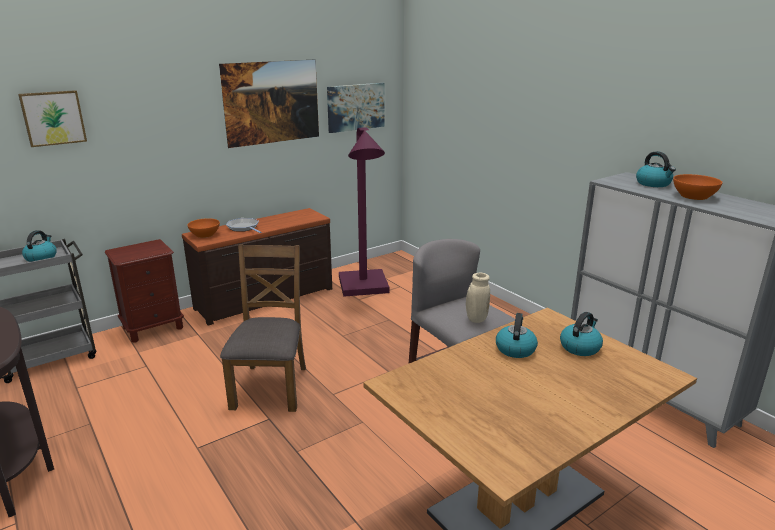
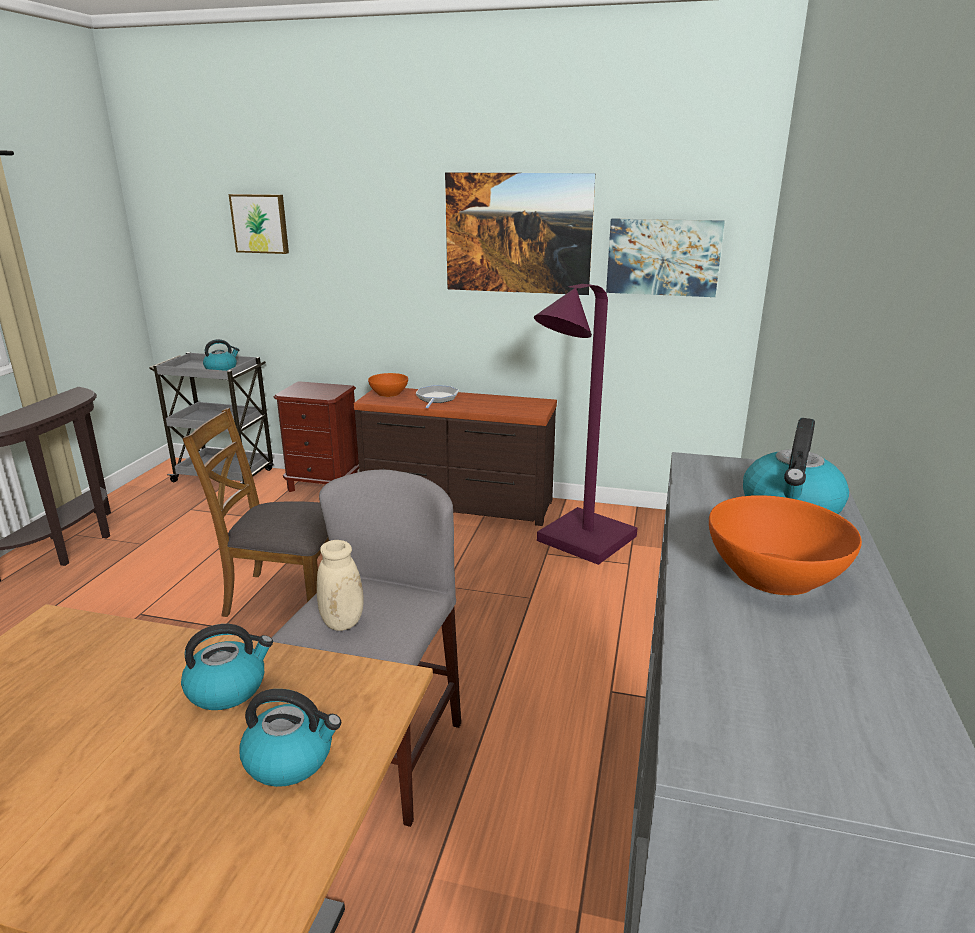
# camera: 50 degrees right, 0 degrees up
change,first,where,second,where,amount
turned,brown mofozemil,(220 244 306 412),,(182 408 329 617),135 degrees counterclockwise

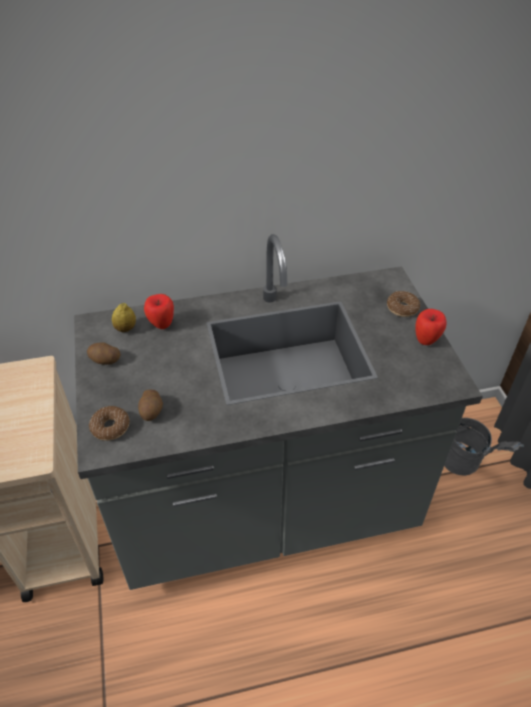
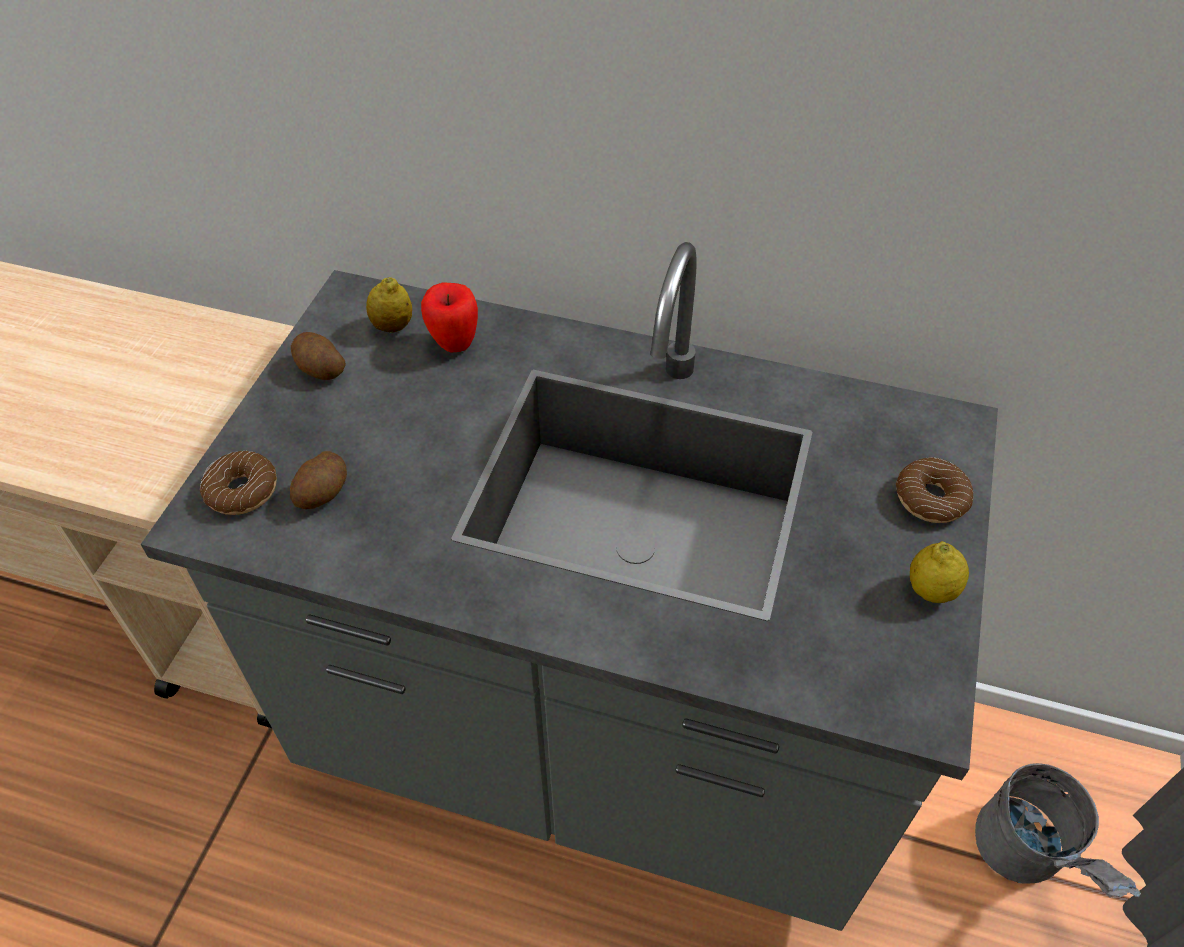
# camera: 30 degrees right, 5 degrees up
change,first,where,second,where,amount
replaced,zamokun,(415 309 447 345),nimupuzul,(910 541 969 603),

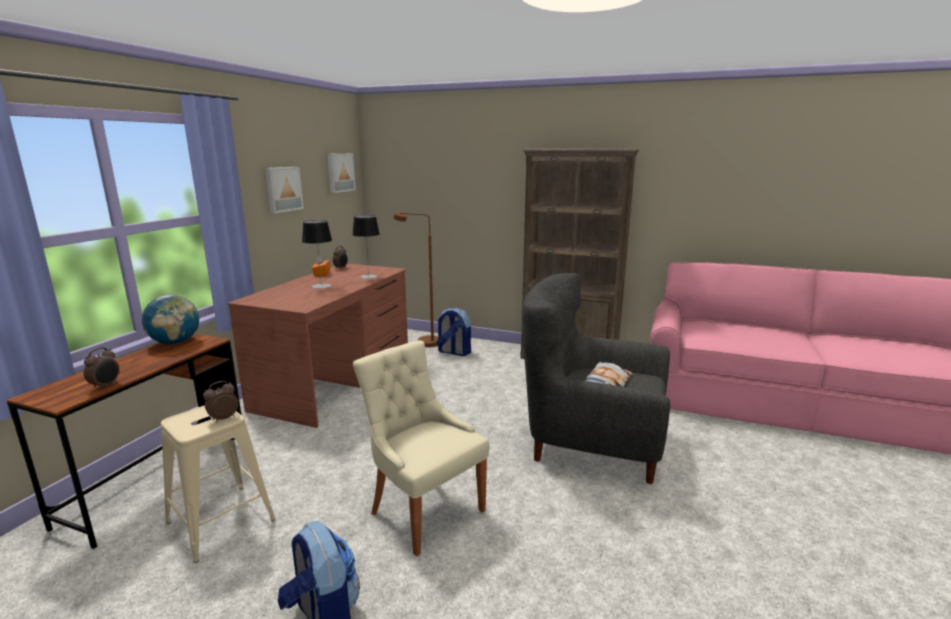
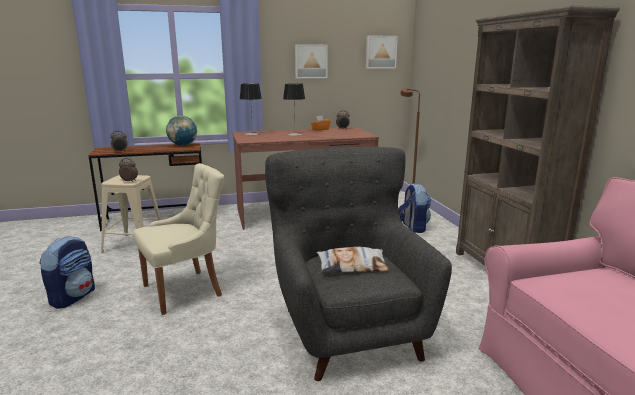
# camera: 55 degrees right, 0 degrees up
change,first,where,second,where,amount
moved,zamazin,(352 215 380 279),,(240 83 262 135),
turned,beige mofozemil,(353 340 489 556),,(133 163 224 315),45 degrees clockwise

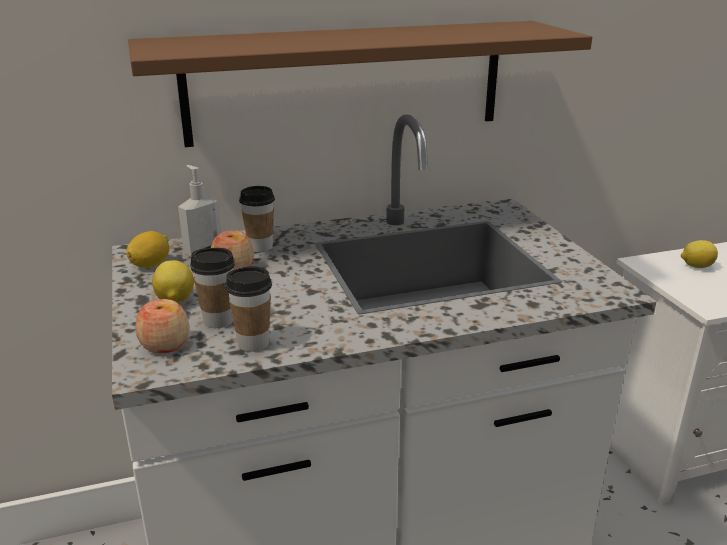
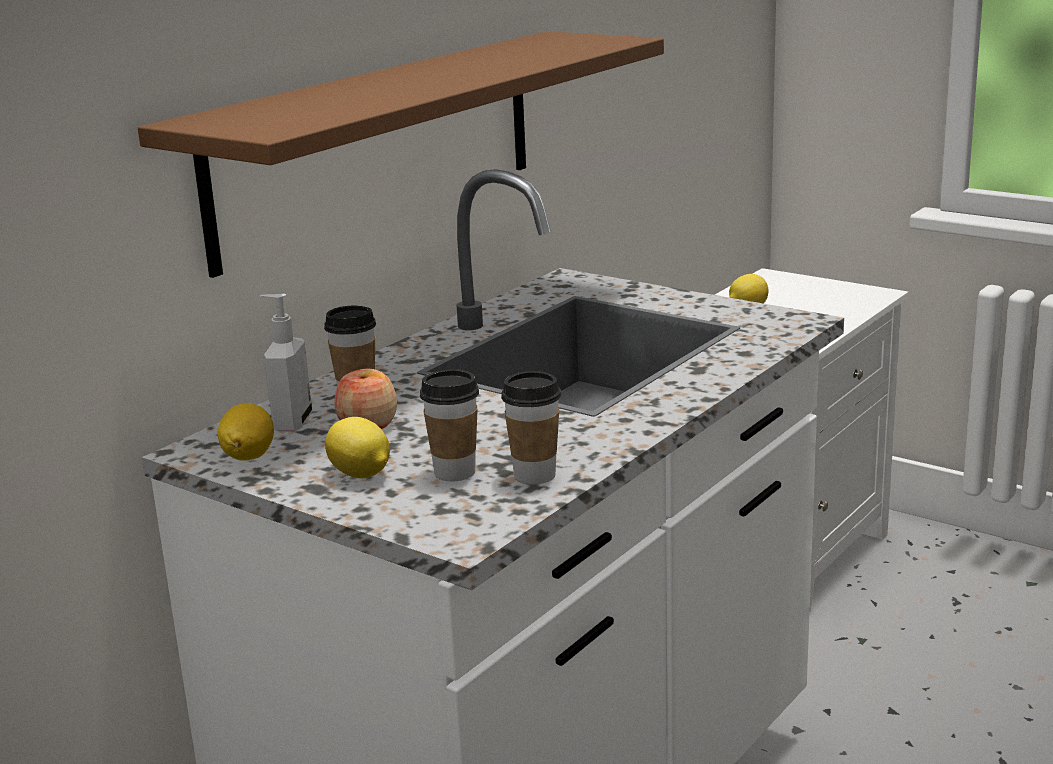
# camera: 35 degrees left, 5 degrees down
change,first,where,second,where,amount
removed,zamokun,(135 299 189 353),,,

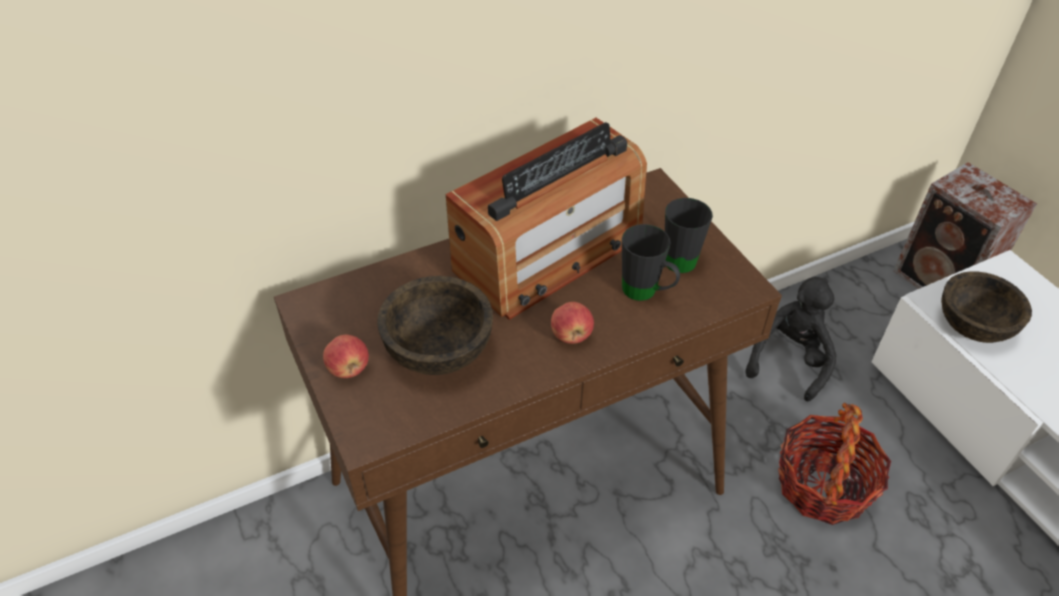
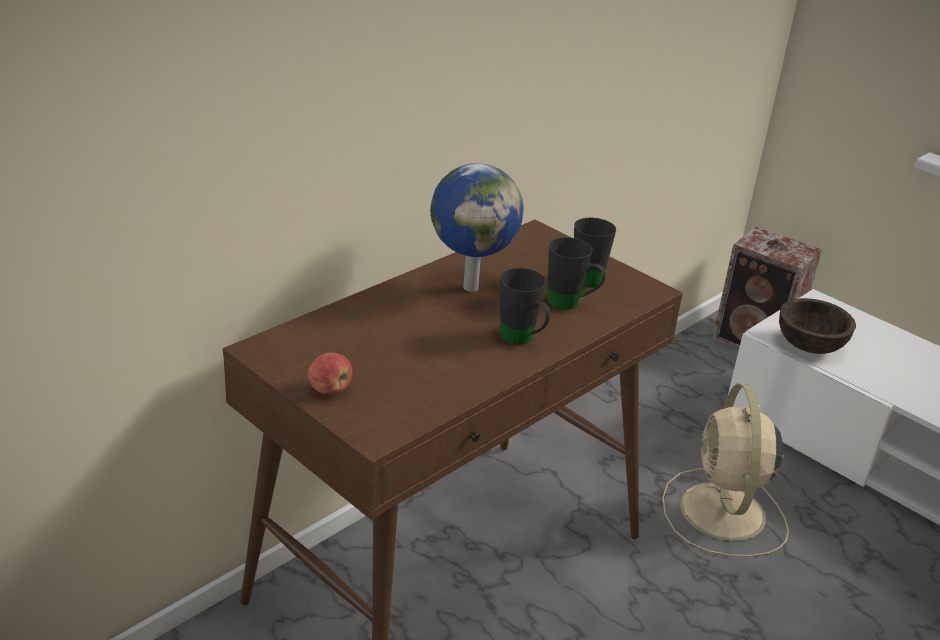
# camera: 20 degrees left, 15 degrees down
change,first,where,second,where,amount
replaced,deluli,(446 118 647 320),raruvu,(430 163 523 292),
removed,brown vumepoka,(377 276 493 375),,,
removed,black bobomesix,(745 277 837 402),,,
replaced,zamokun,(551 302 594 344),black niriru,(500 268 550 344),
replaced,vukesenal,(778 403 891 525),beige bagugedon,(662 384 789 557),

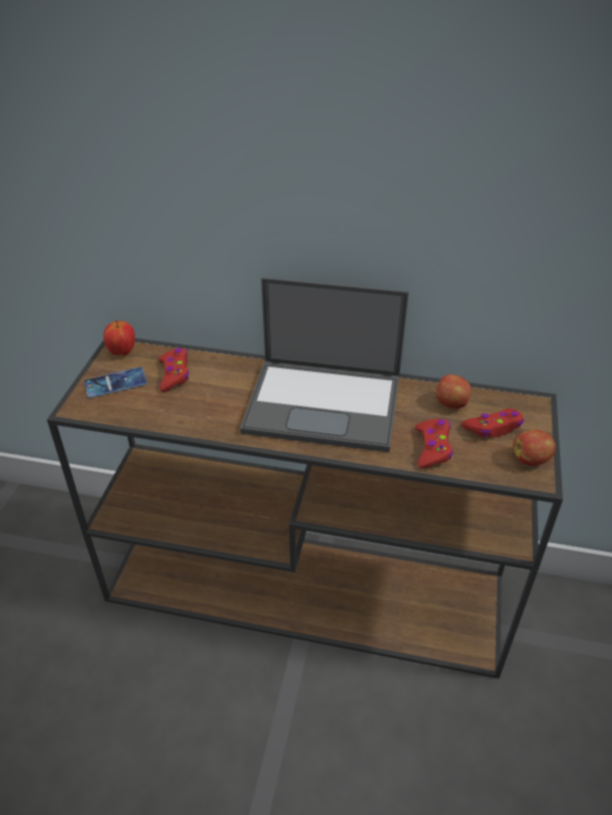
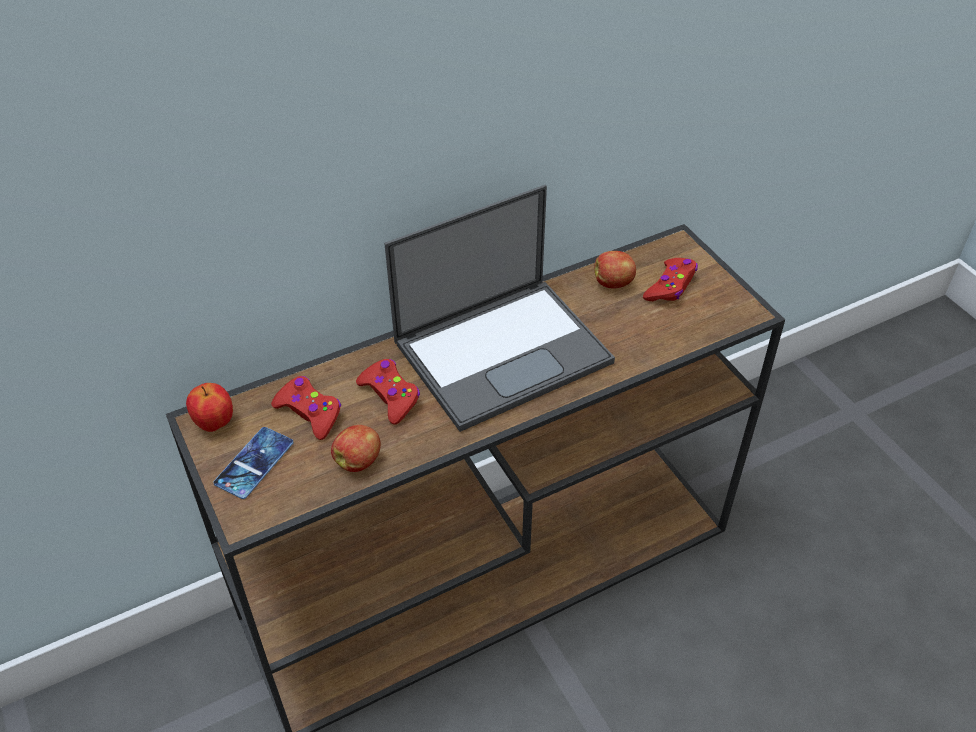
# camera: 40 degrees left, 5 degrees up
change,first,where,second,where,amount
moved,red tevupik,(415 419 453 468),,(356 359 420 425),
moved,zamokun,(513 430 556 466),,(331 425 381 472),

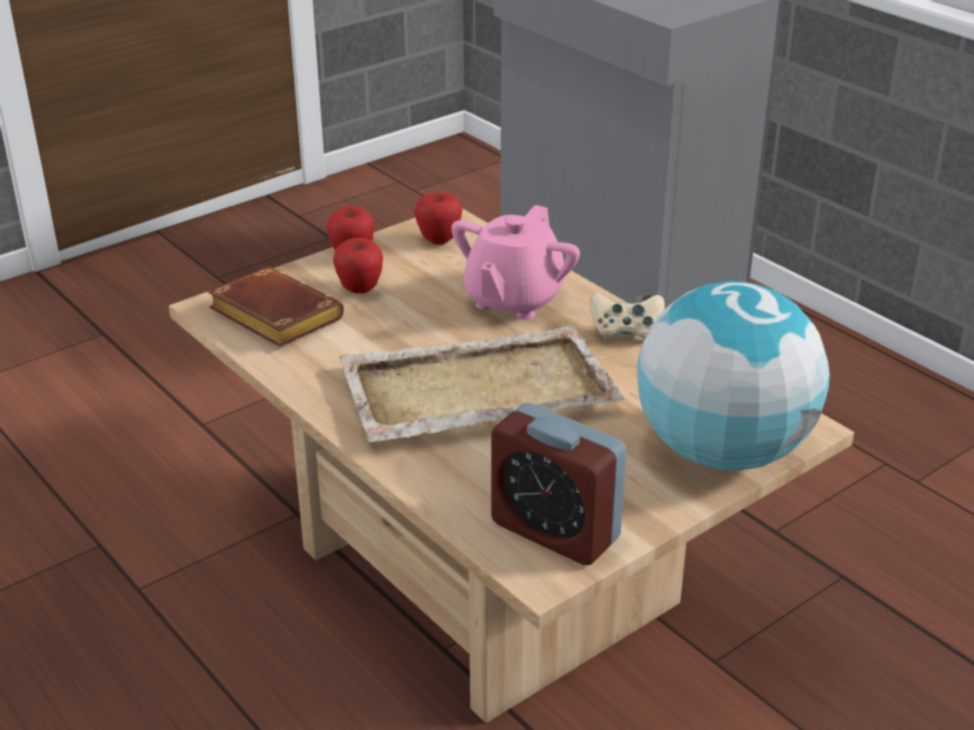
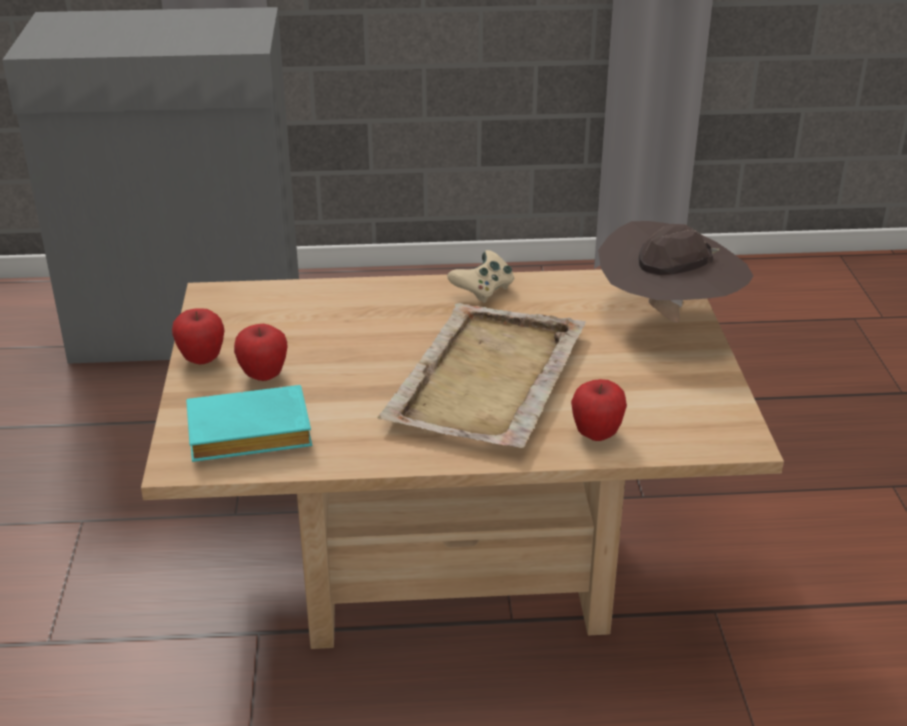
# camera: 55 degrees left, 0 degrees up
change,first,where,second,where,amount
moved,zamokun,(414 192 462 245),,(571 379 627 441),
removed,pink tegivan,(452 205 580 320),,,
recoloured,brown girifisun,(208 267 344 347),turquoise girifisun,(186 385 312 462),
replaced,raruvu,(637 281 830 471),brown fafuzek,(598 221 753 323),
removed,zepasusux,(491 403 626 565),,,

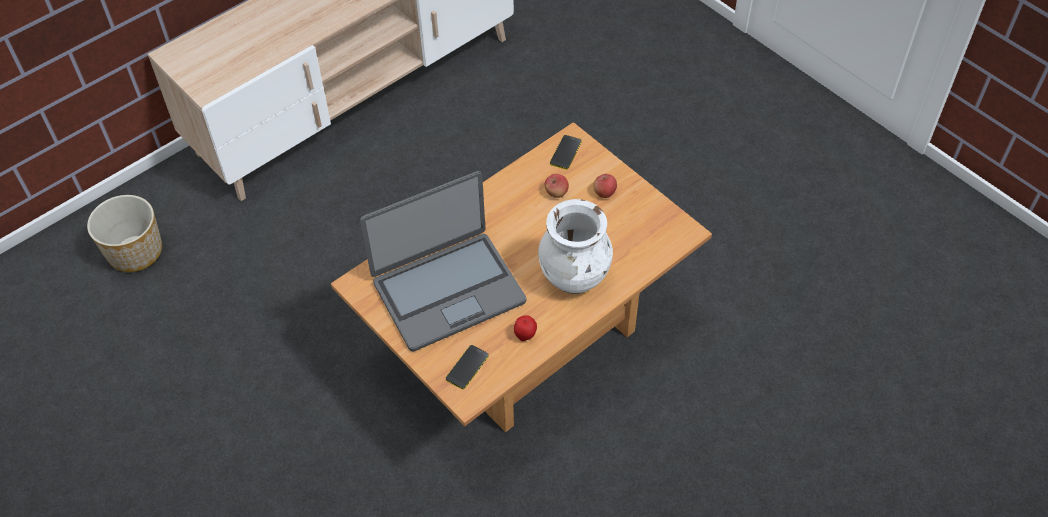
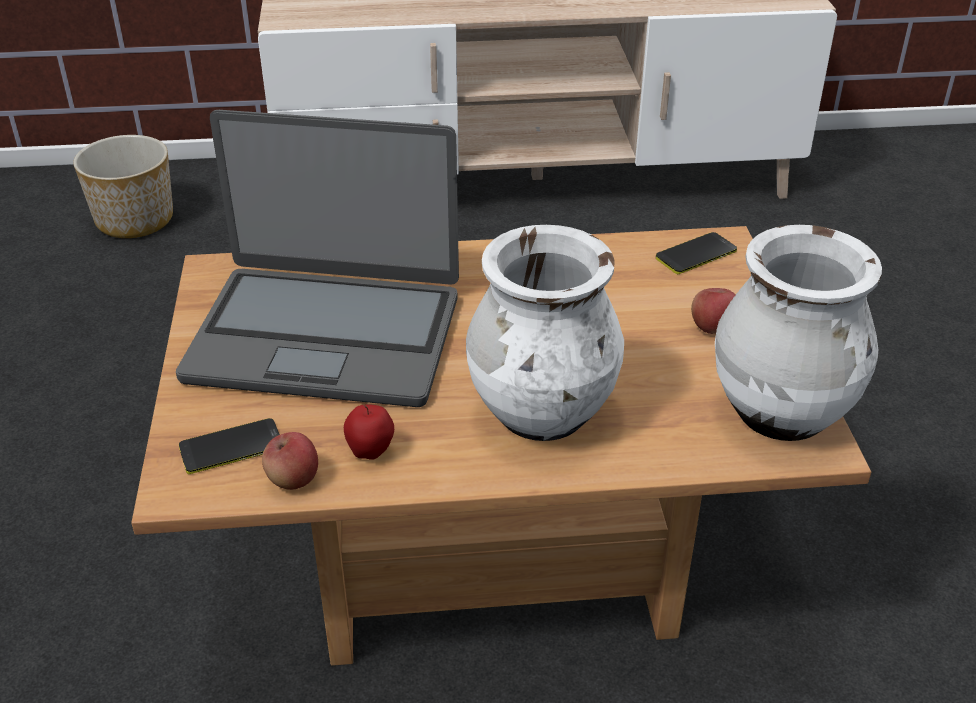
# camera: 35 degrees right, 15 degrees down
change,first,where,second,where,amount
moved,zamokun,(545 174 569 198),,(262 432 318 490),
added,,,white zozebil,(715 225 882 441),

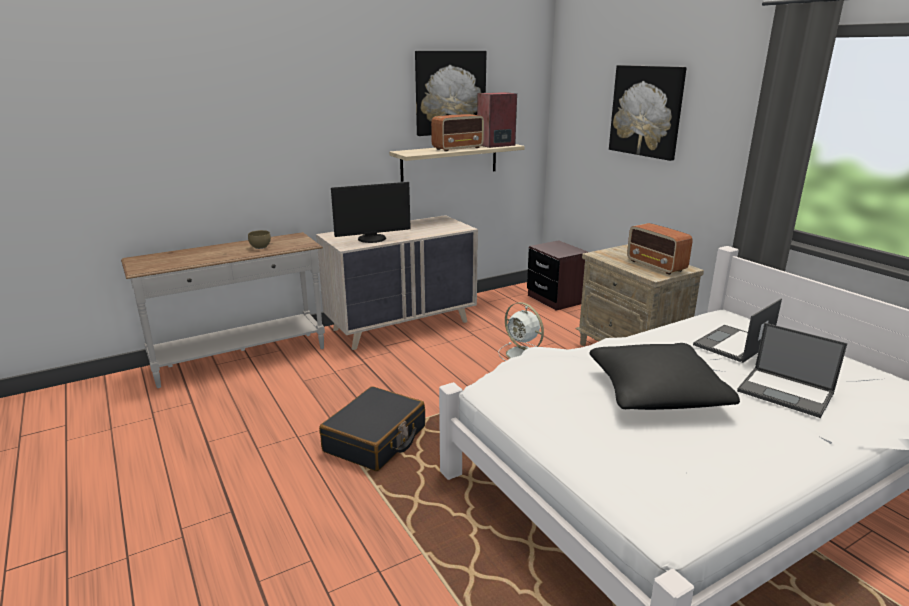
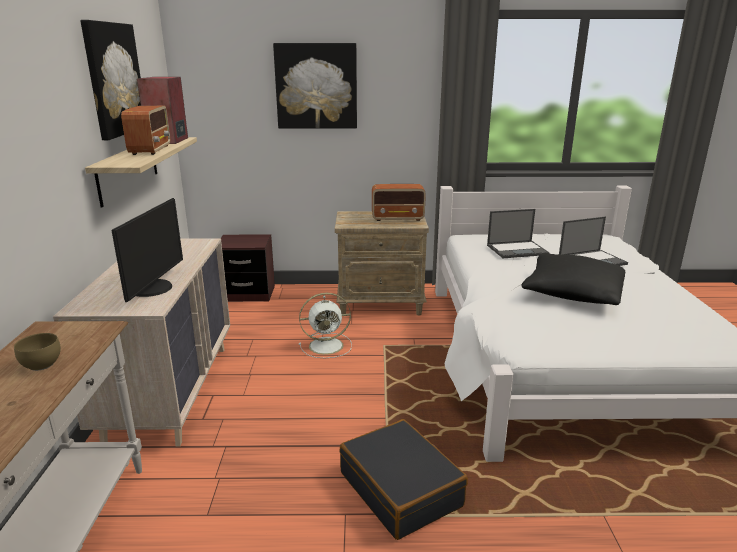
# camera: 60 degrees left, 0 degrees up
change,first,where,second,where,amount
turned,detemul,(693 299 782 363),,(487 209 549 258),90 degrees counterclockwise

